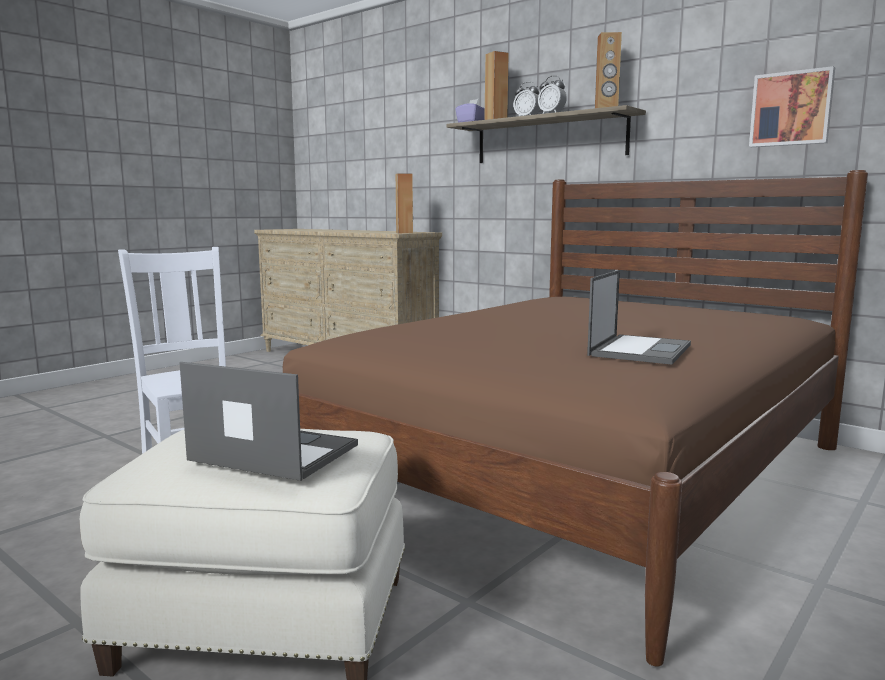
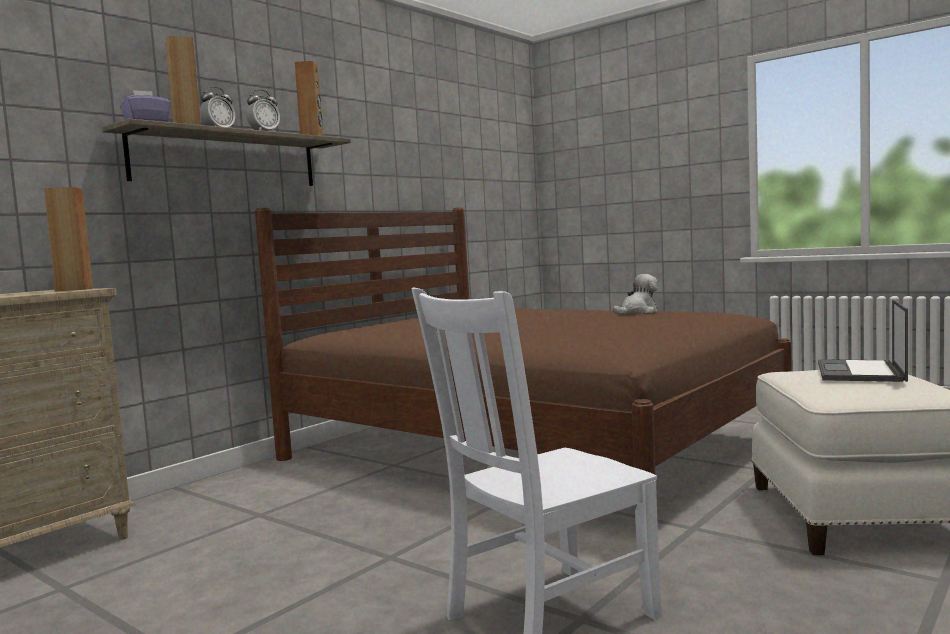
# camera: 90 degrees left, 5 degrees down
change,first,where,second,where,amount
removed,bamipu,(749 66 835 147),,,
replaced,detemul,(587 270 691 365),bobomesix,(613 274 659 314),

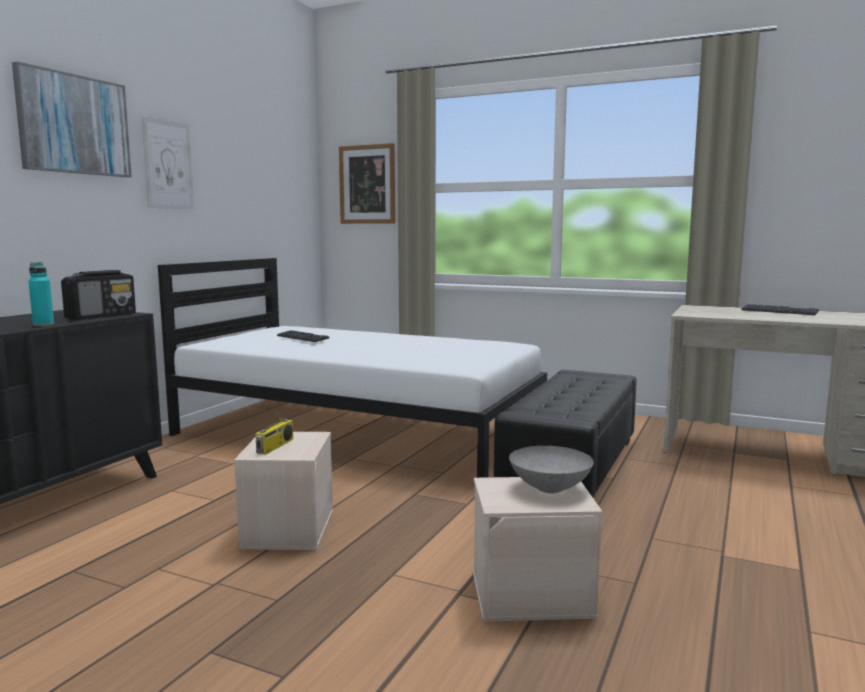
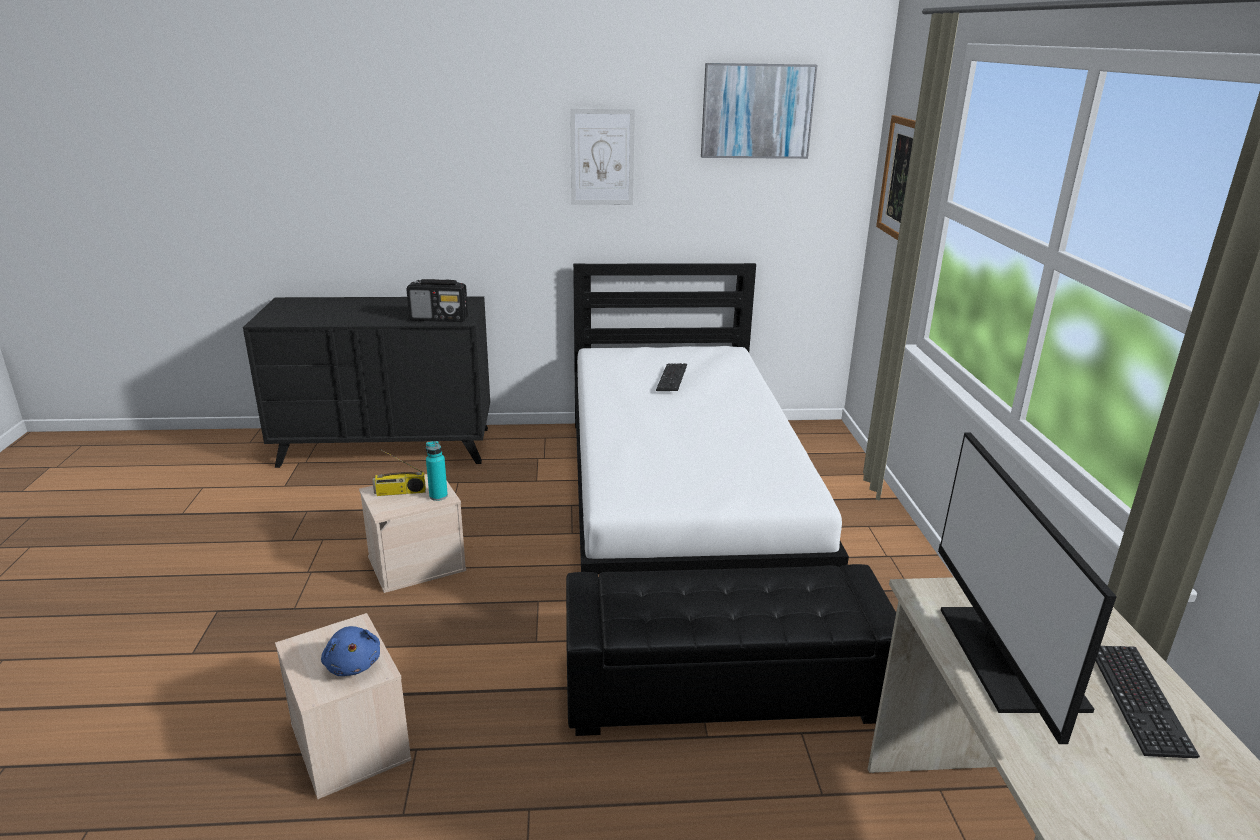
# camera: 60 degrees right, 15 degrees up
change,first,where,second,where,amount
moved,bamipu,(12 61 131 177),,(701 63 817 159),
moved,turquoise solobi,(28 262 54 326),,(426 441 448 501),
replaced,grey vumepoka,(509 446 594 493),blue bobomesix,(321 626 380 676),
added,,,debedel,(938 432 1117 744),

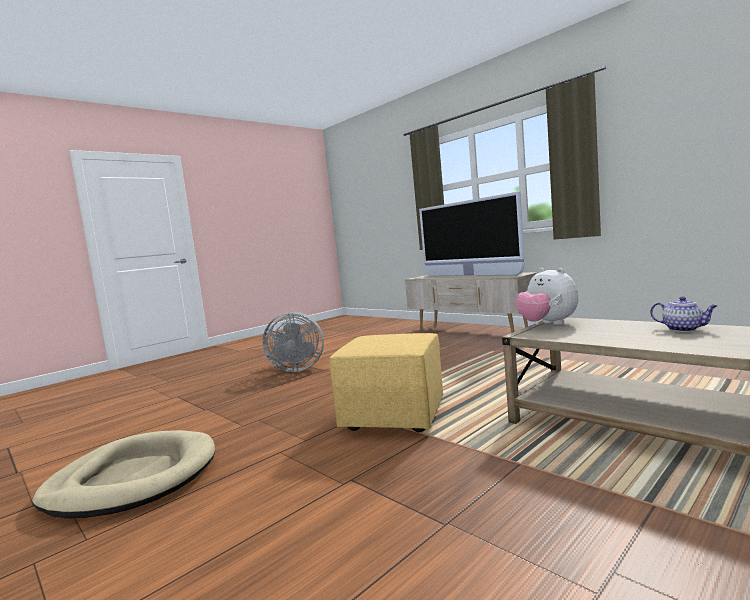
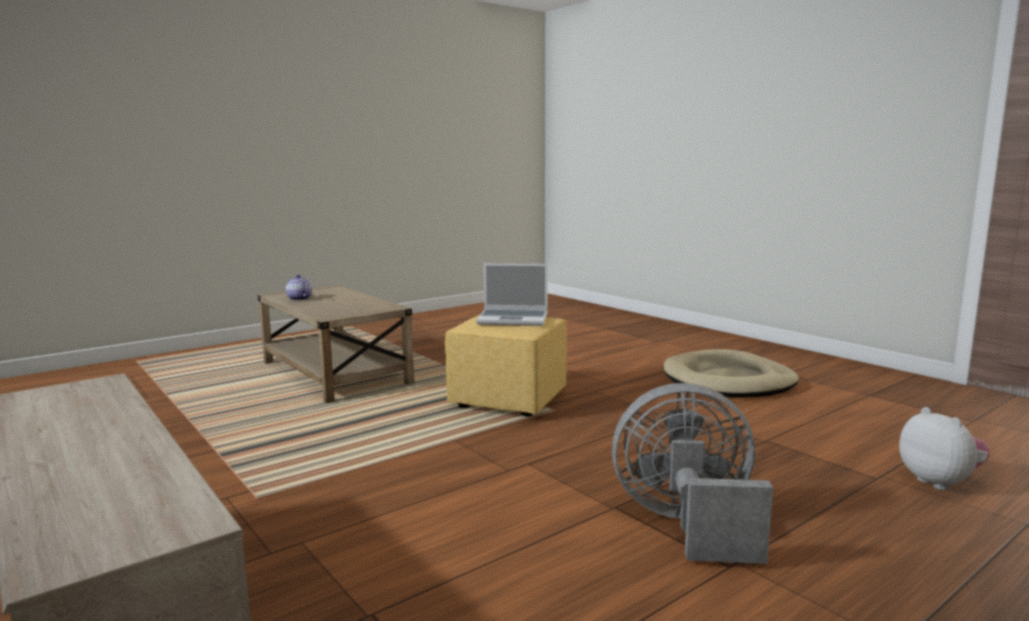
# camera: 175 degrees left, 5 degrees up
change,first,where,second,where,amount
removed,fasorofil,(419 192 525 276),,,
moved,bobomesix,(515 268 578 325),,(899 407 990 490),
added,,,detemul,(476 263 548 326),

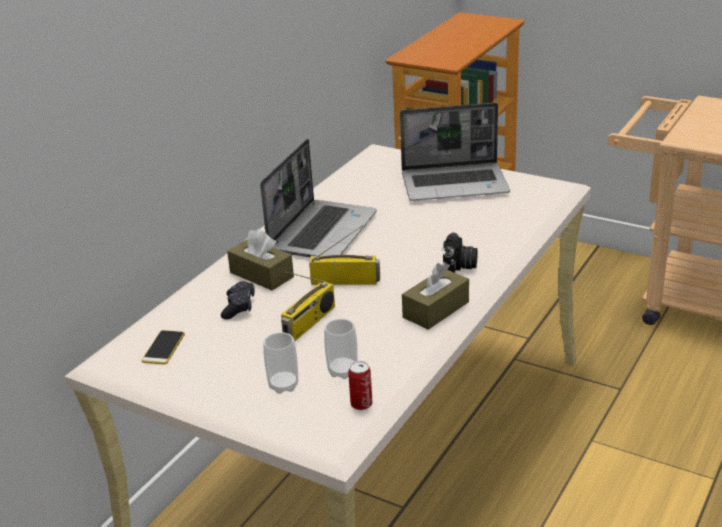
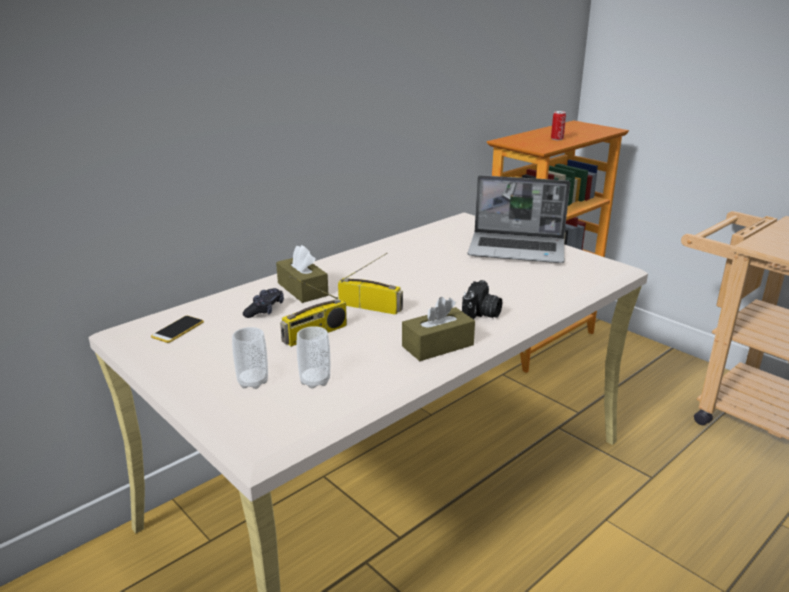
# camera: 15 degrees right, 5 degrees down
change,first,where,second,where,amount
removed,detemul,(260 139 377 257),,,
moved,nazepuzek,(348 361 373 410),,(551 111 566 140),

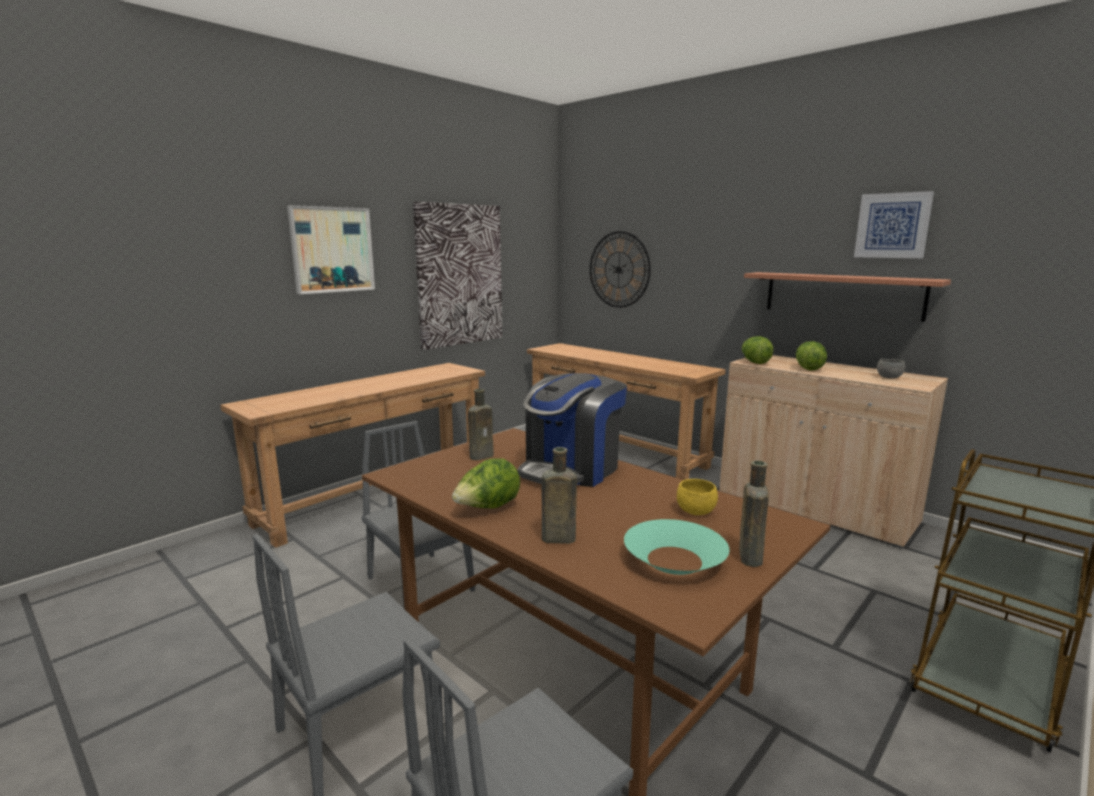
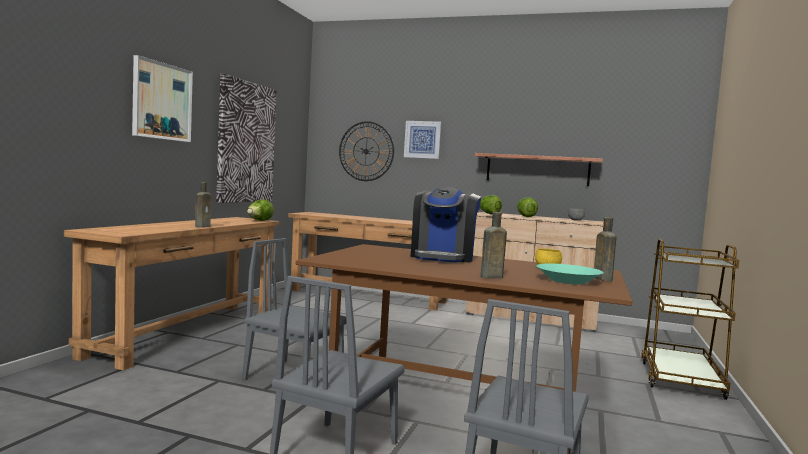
# camera: 25 degrees left, 10 degrees down
change,first,where,second,where,amount
moved,bamipu,(854 191 934 258),,(404 121 442 159),
moved,brown solobi,(468 389 494 460),,(195 182 211 228),
moved,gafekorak,(452 459 520 508),,(247 199 274 221),

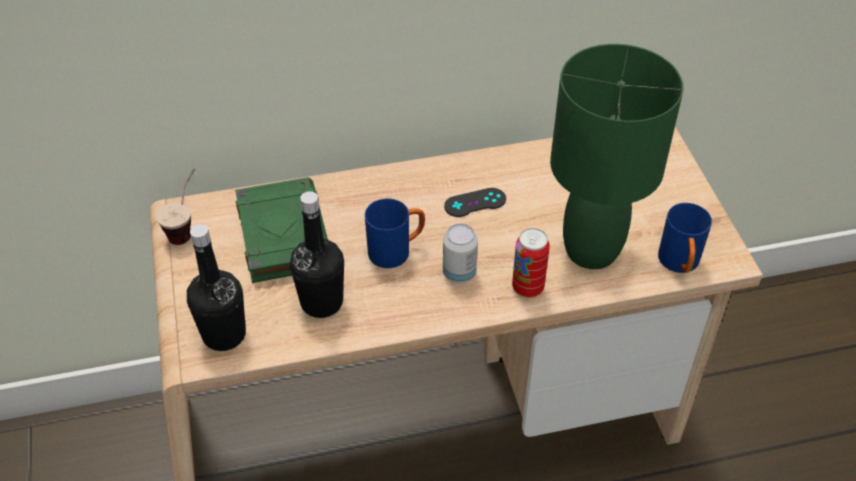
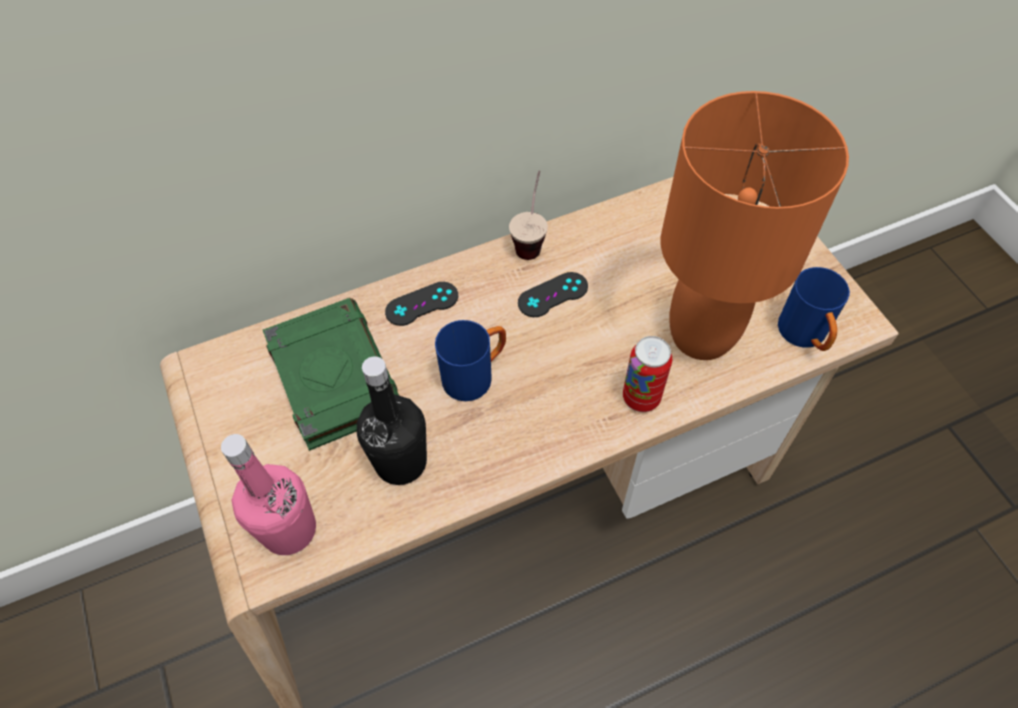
# camera: 10 degrees left, 10 degrees up
change,first,where,second,where,amount
recoloured,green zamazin,(550 44 684 269),orange zamazin,(661 91 849 360),
moved,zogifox,(156 169 195 245),,(509 171 548 260),
removed,nazepuzek,(443 223 478 283),,,
recoloured,black solobi,(187 224 246 351),pink solobi,(221 434 316 555),
added,,,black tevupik,(385 282 458 326),

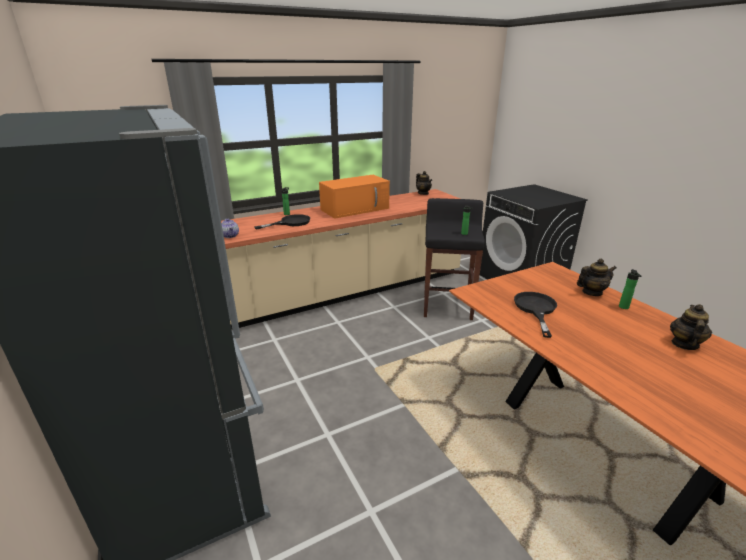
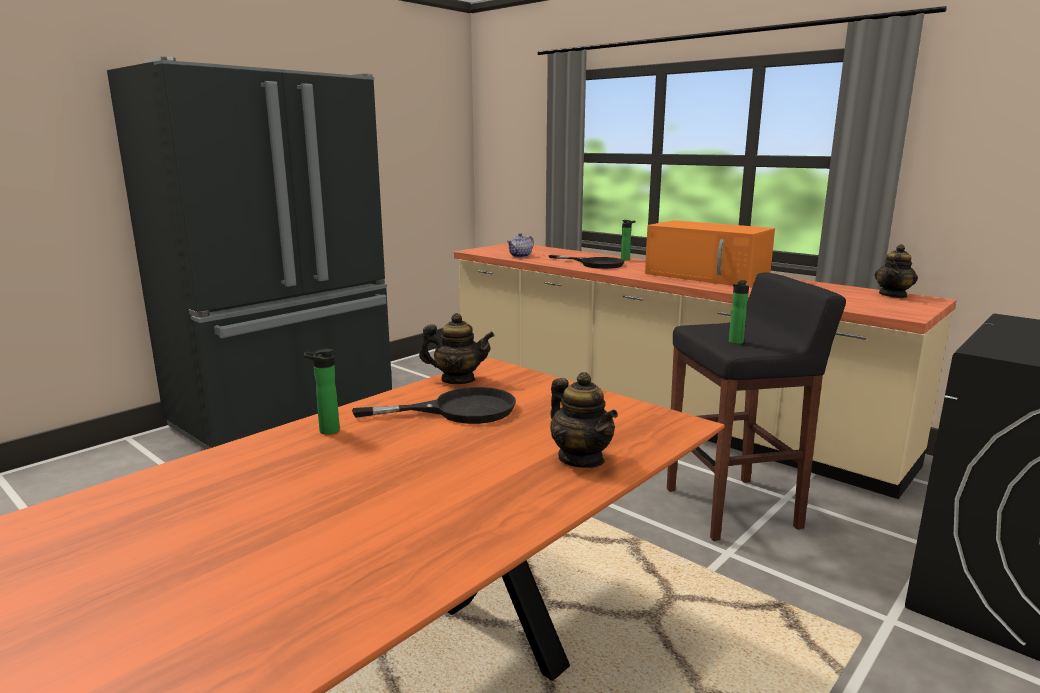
# camera: 70 degrees right, 10 degrees down
change,first,where,second,where,amount
moved,solobi,(619 269 641 309),,(304 349 340 435),
moved,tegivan,(670 304 712 350),,(419 313 495 384),

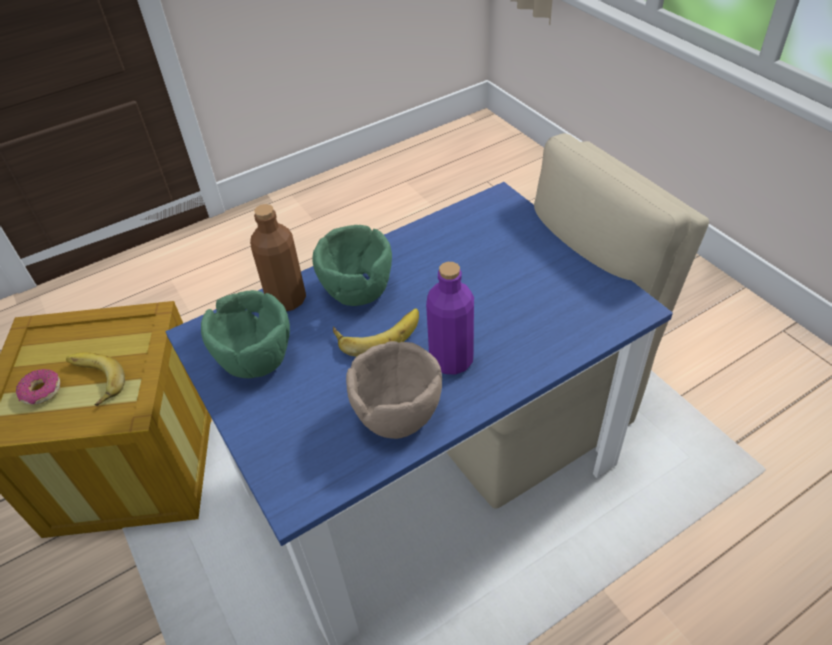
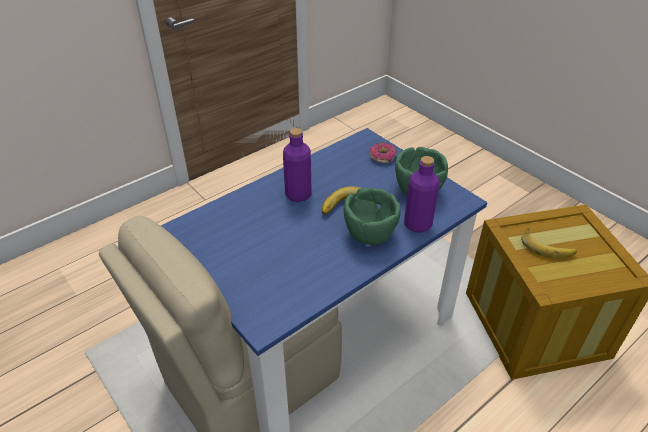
# camera: 170 degrees right, 5 degrees down
change,first,where,second,where,amount
recoloured,brown solobi,(250 204 306 311),purple solobi,(404 156 439 233),
removed,brown vumepoka,(346 341 442 439),,,
moved,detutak,(16 369 60 405),,(370 143 396 163),

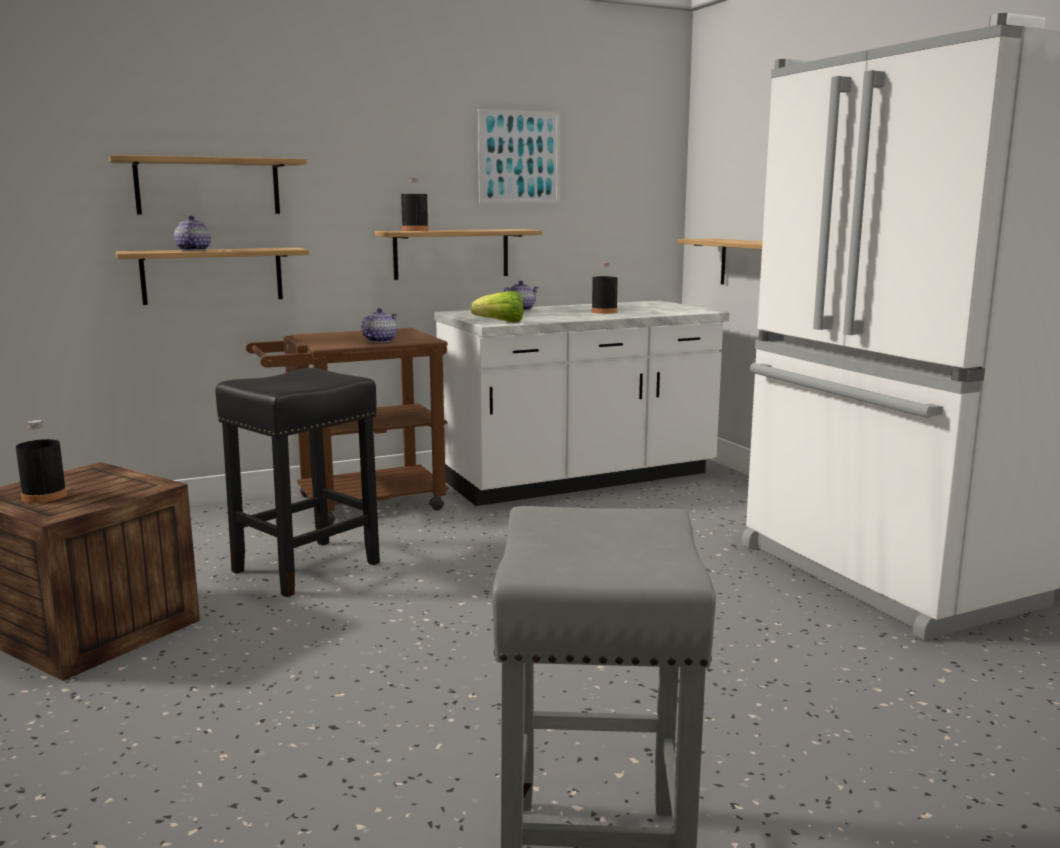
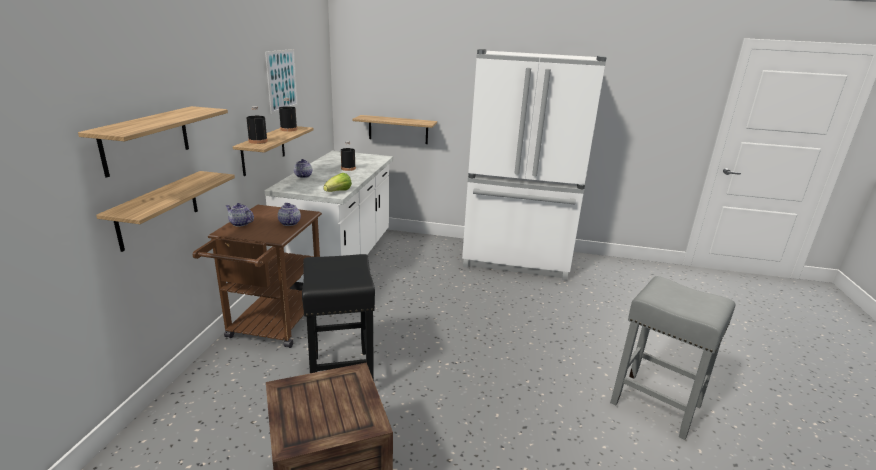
# camera: 55 degrees left, 10 degrees up
change,first,where,second,where,amount
moved,tegivan,(174 216 211 251),,(226 203 254 227),
moved,black solobi,(16 420 67 503),,(279 98 297 132),

